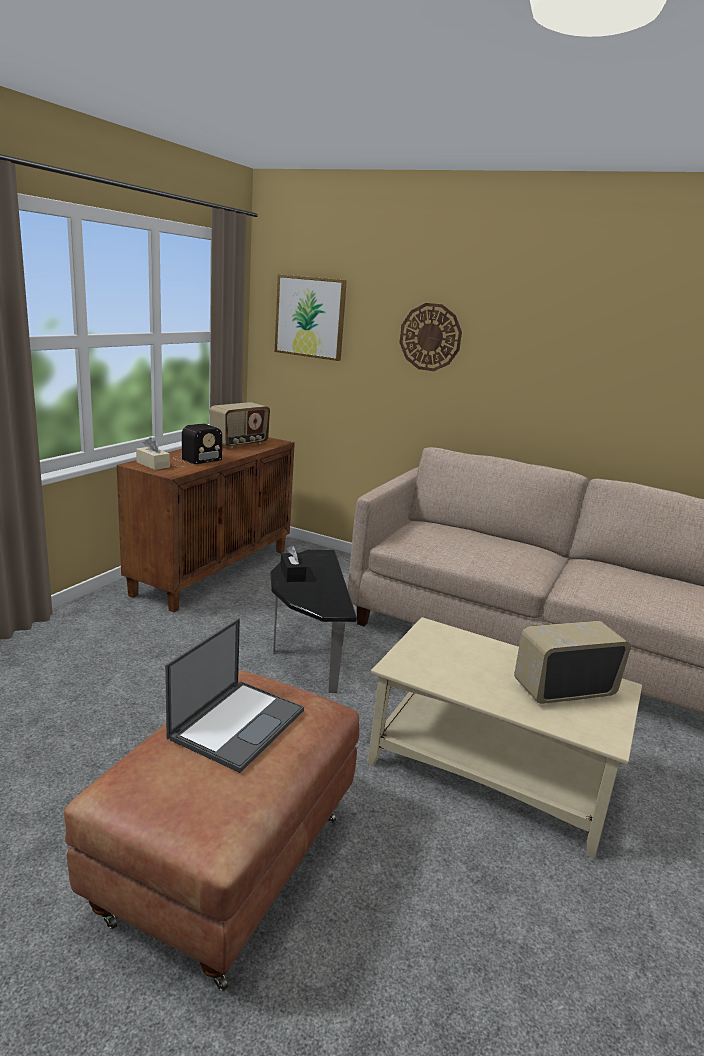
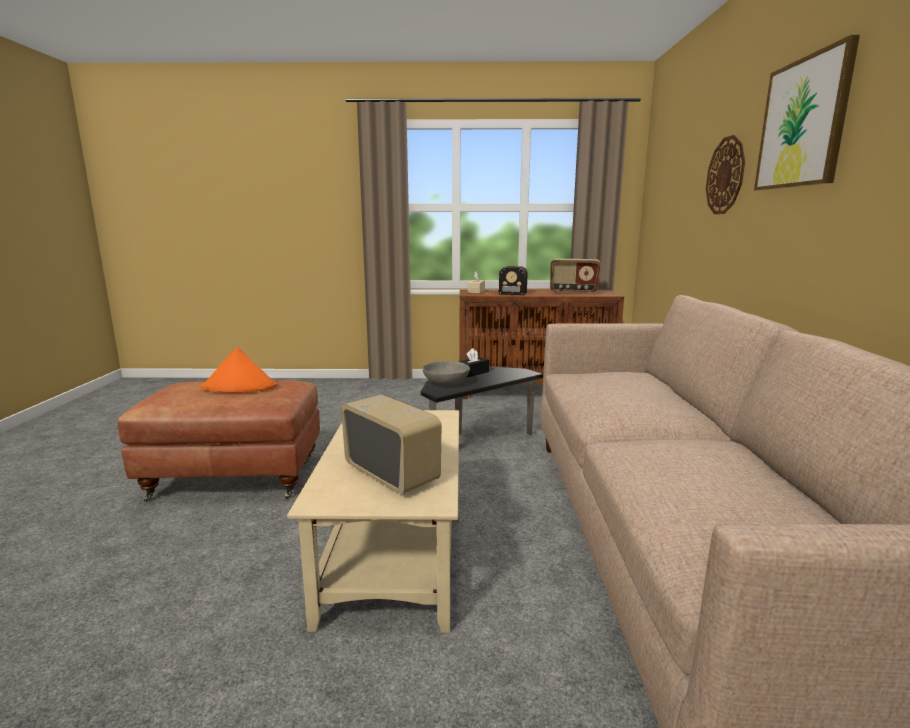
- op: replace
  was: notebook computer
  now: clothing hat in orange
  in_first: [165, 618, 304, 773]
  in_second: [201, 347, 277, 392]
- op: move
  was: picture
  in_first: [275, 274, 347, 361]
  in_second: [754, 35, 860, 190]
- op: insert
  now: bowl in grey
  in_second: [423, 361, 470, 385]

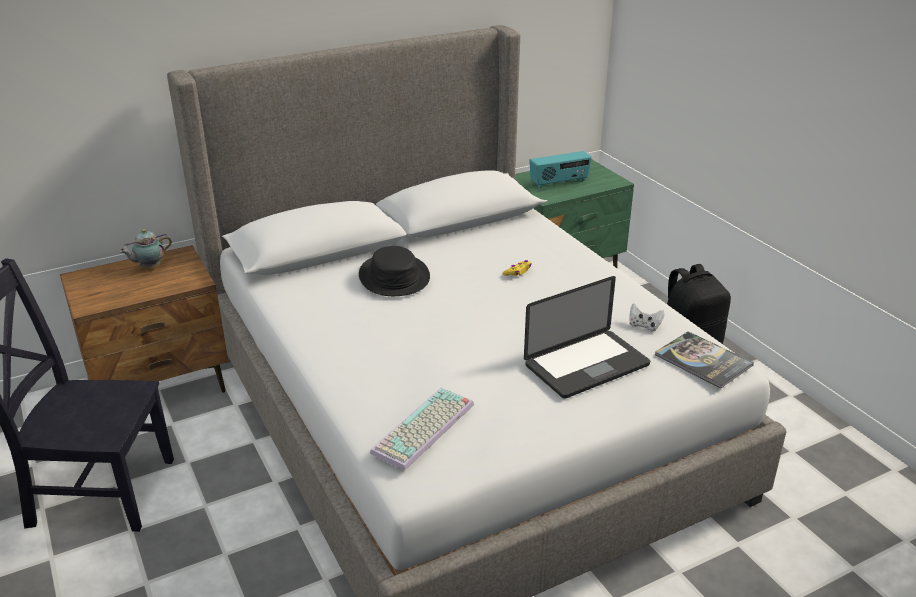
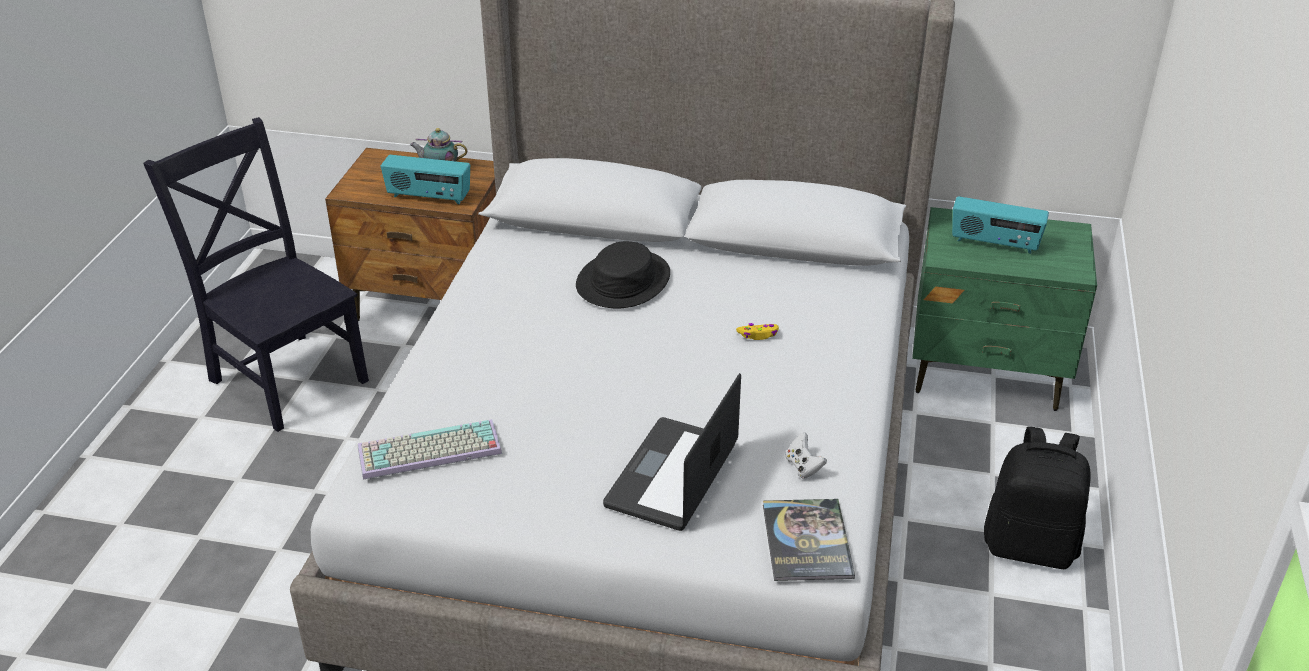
- op: rotate
  was: notebook computer
  in_first: [524, 276, 650, 399]
  in_second: [603, 373, 741, 531]
  clockwise: 105
- op: insert
  now: radio receiver
  in_second: [381, 155, 470, 204]

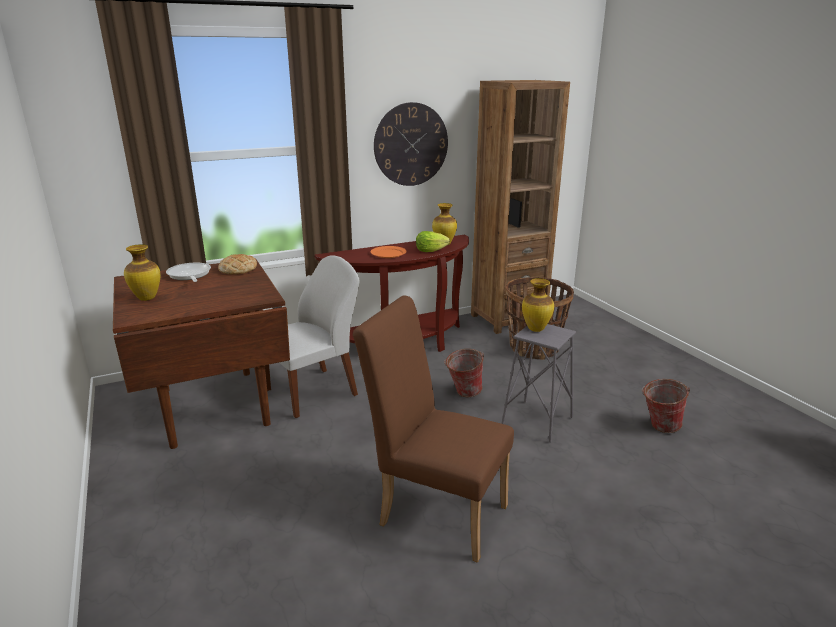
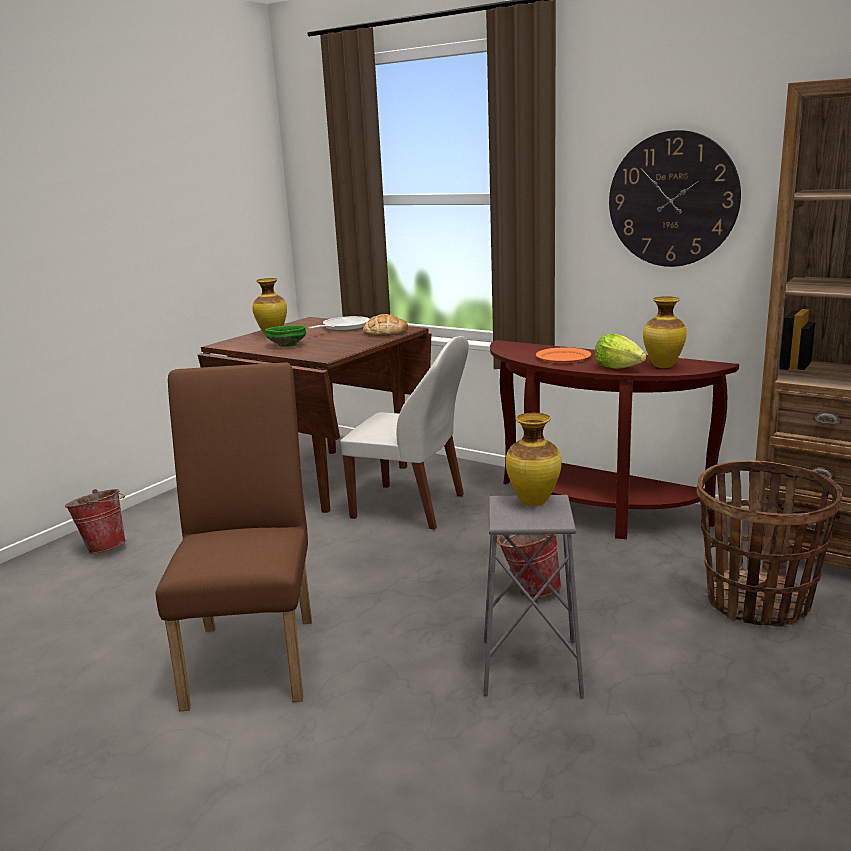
- op: move
  was: pail
  in_first: [642, 379, 690, 433]
  in_second: [65, 489, 126, 554]
- op: insert
  now: bowl in green-coloured
  in_second: [265, 325, 306, 347]

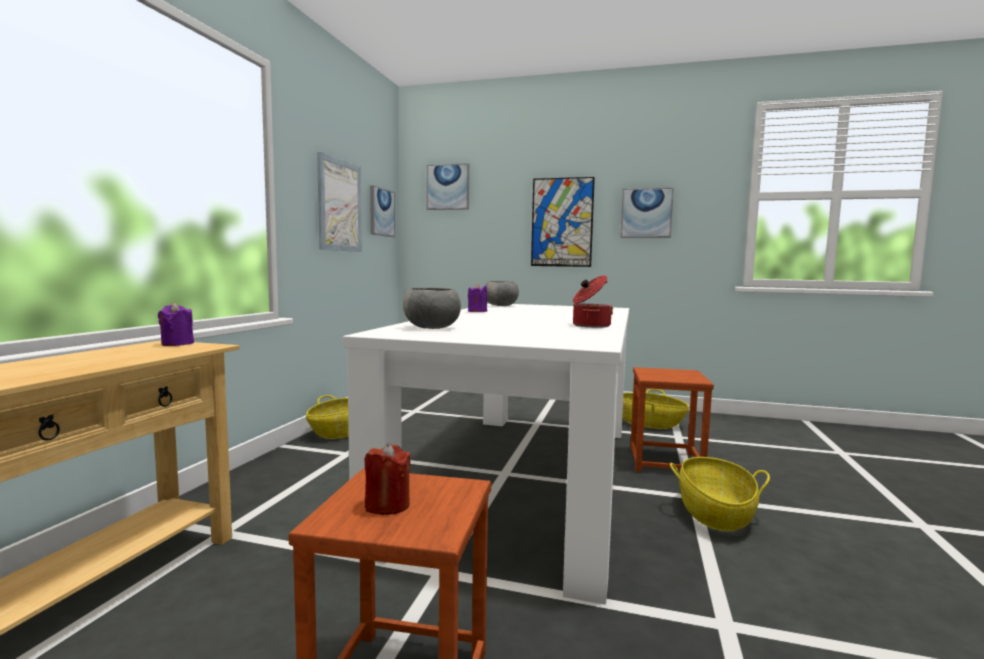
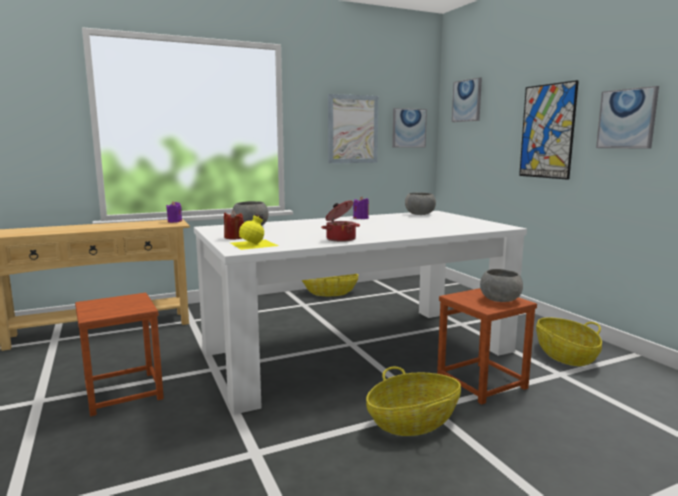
- op: move
  was: candle in red-coloured
  in_first: [364, 443, 411, 515]
  in_second: [224, 210, 244, 239]
- op: insert
  now: drink bottle in yellow
  in_second: [230, 214, 278, 250]
- op: insert
  now: bowl in grey
  in_second: [480, 269, 523, 302]

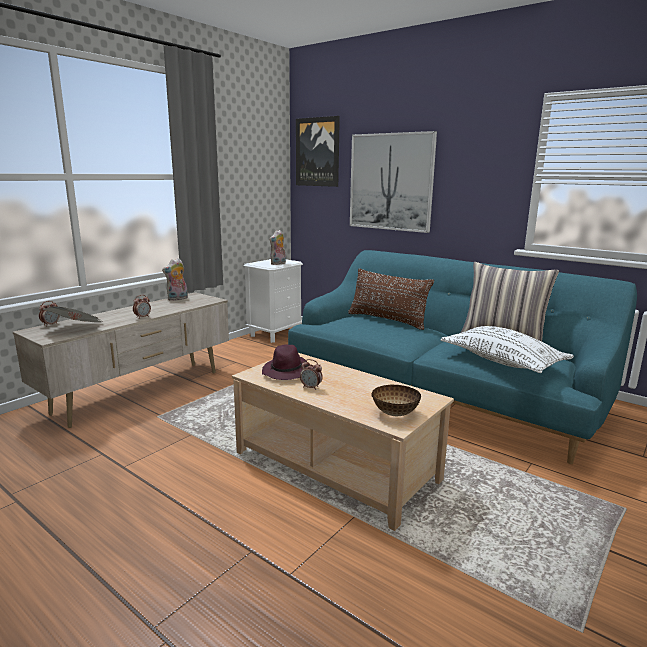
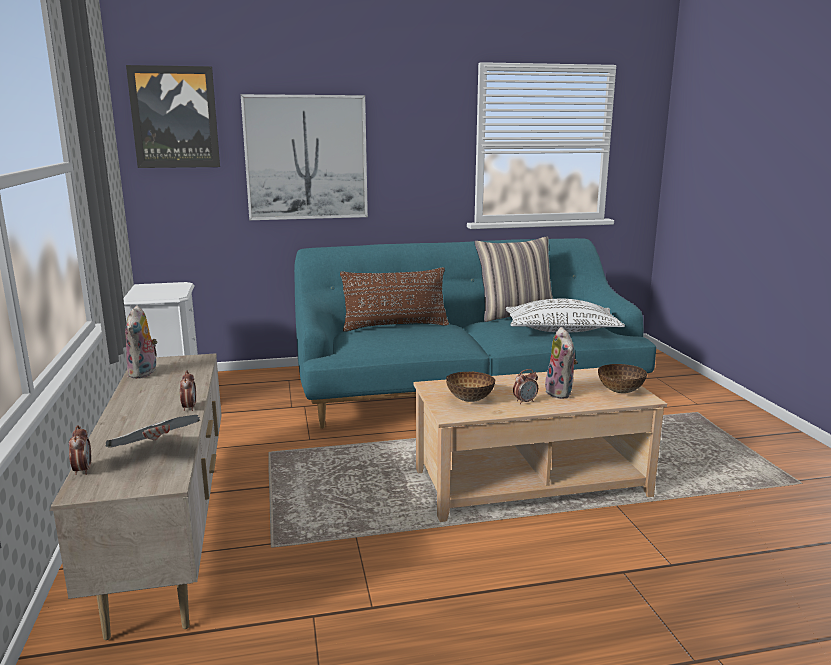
- op: replace
  was: clothing hat in purplish
  now: bowl
  in_first: [262, 344, 307, 380]
  in_second: [446, 372, 495, 402]
- op: move
  was: soft toy
  in_first: [269, 230, 286, 265]
  in_second: [545, 327, 577, 399]

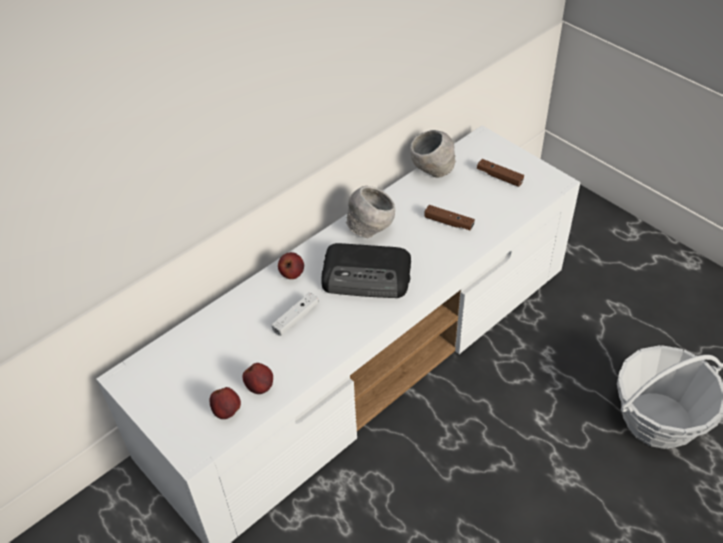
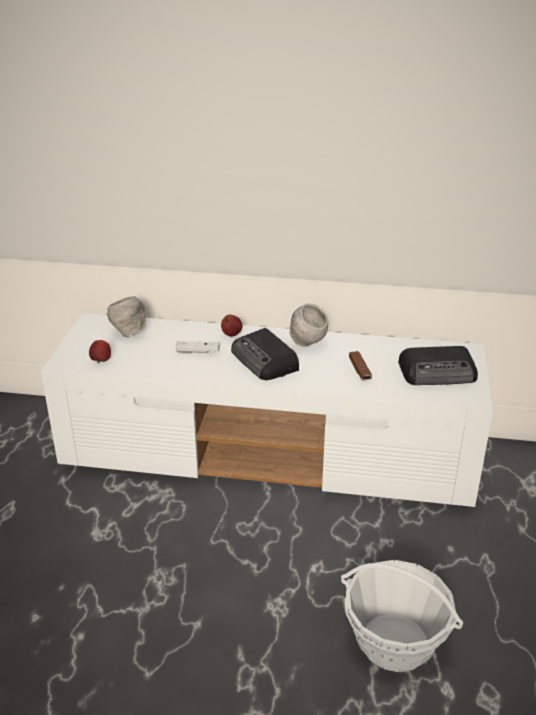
- op: delete
  was: apple
  in_first: [243, 363, 273, 394]
- op: move
  was: bowl in grey
  in_first: [410, 130, 456, 178]
  in_second: [107, 296, 146, 337]
- op: replace
  was: joypad in brownish
  now: radio receiver
  in_first: [477, 159, 524, 187]
  in_second: [398, 346, 478, 385]

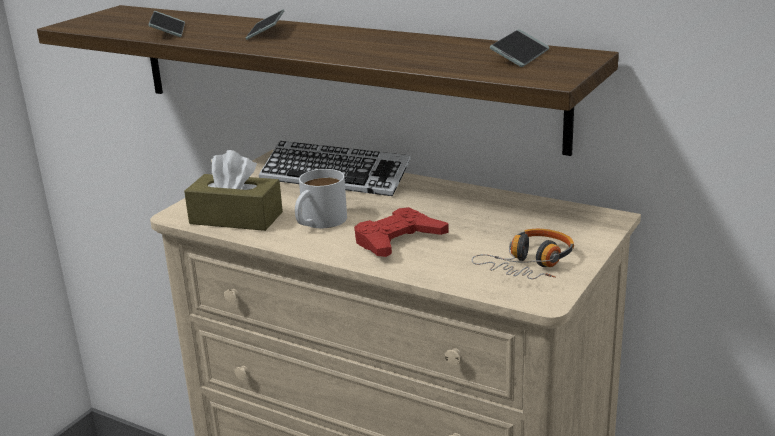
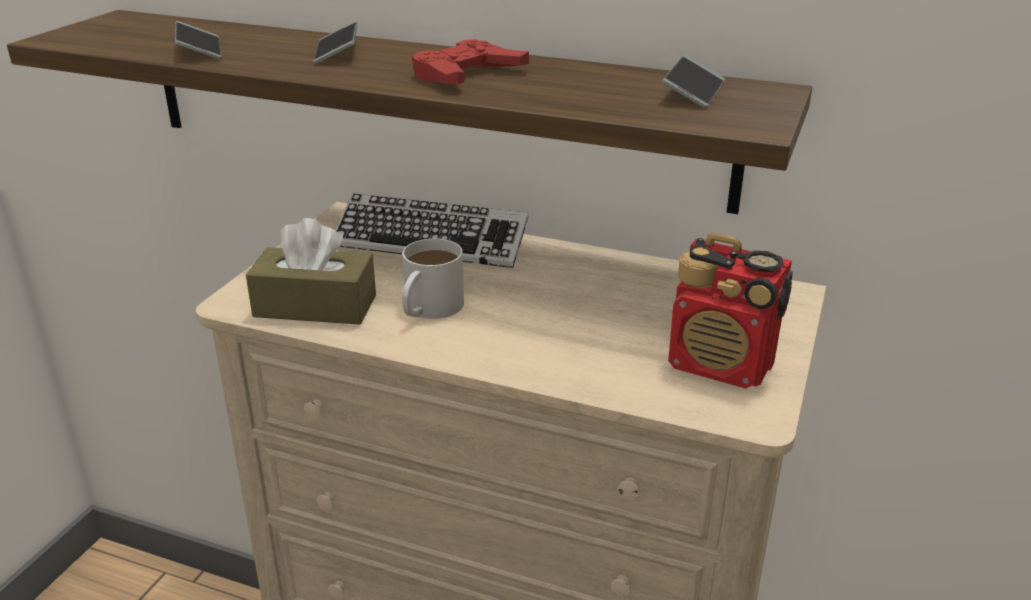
- op: move
  was: joypad in red-coloured
  in_first: [354, 207, 449, 257]
  in_second: [412, 39, 529, 85]
- op: replace
  was: headset
  now: radio receiver
  in_first: [472, 229, 574, 279]
  in_second: [668, 233, 793, 389]

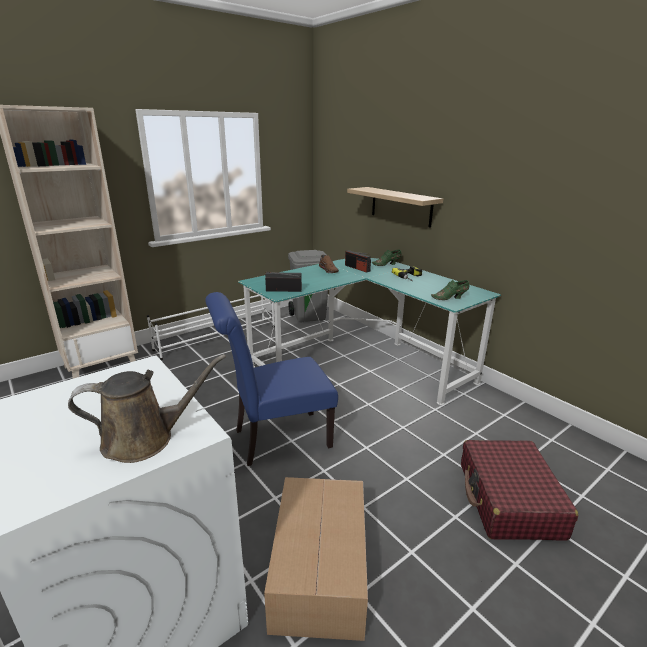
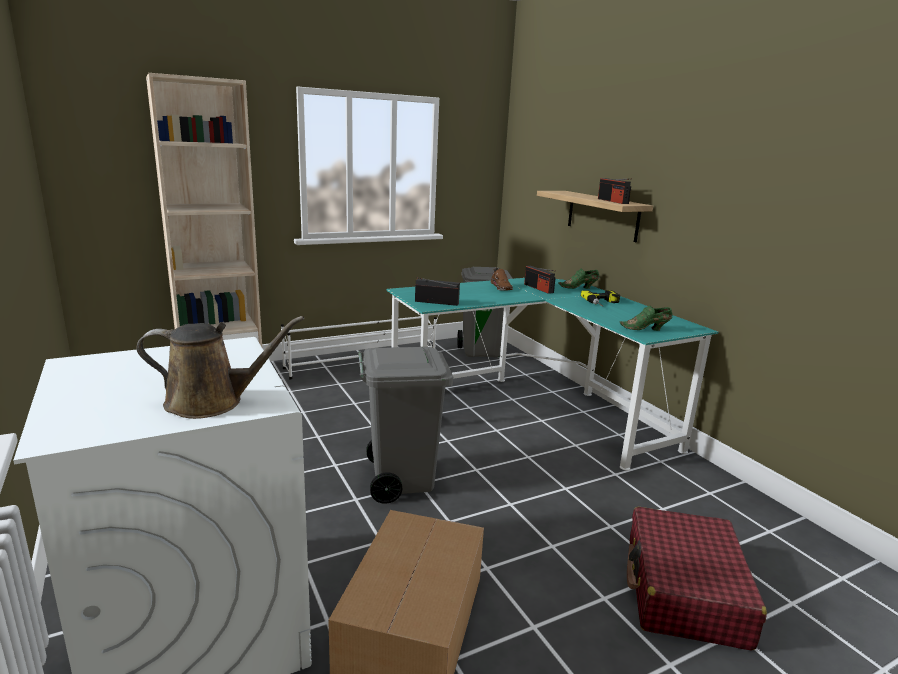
- op: replace
  was: upright chair in blue-coloured
  now: waste bin in grey
  in_first: [205, 292, 338, 466]
  in_second: [358, 347, 453, 504]
- op: insert
  now: radio receiver
  in_second: [598, 178, 632, 204]

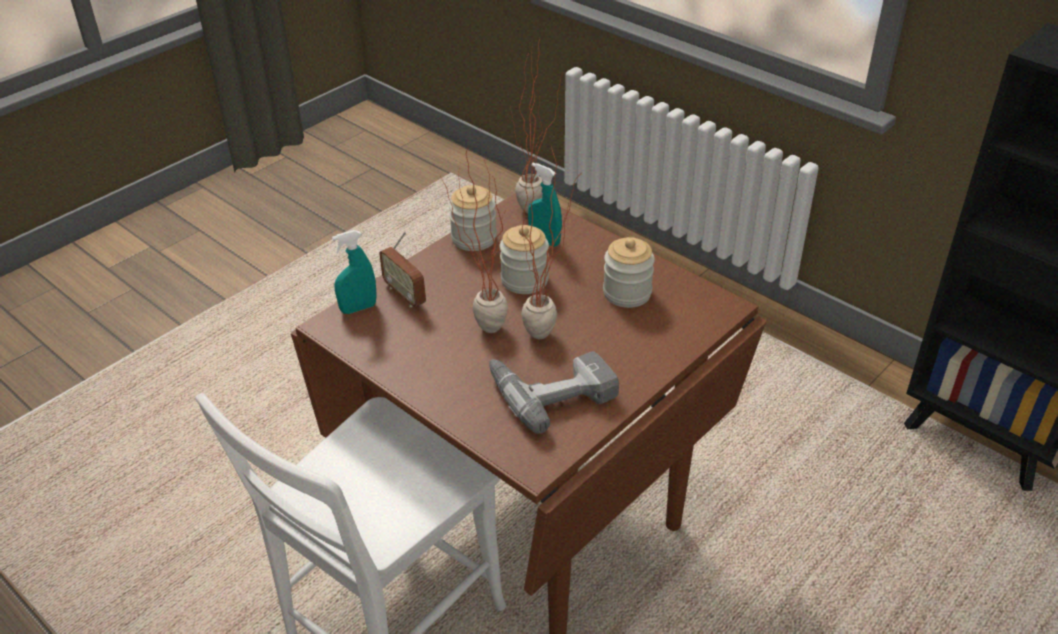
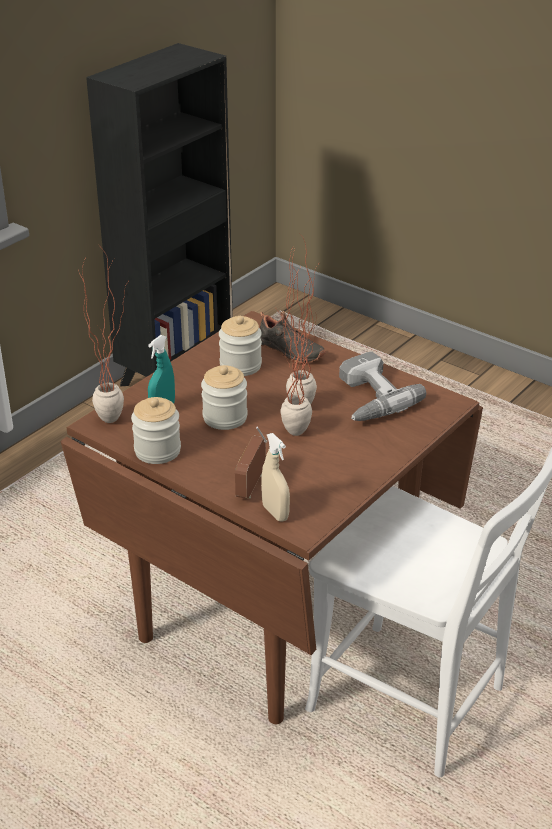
- op: recolor
  was: sprayer in turquoise-coloured
  now: sprayer in sand-coloured
  in_first: [331, 230, 377, 314]
  in_second: [261, 433, 290, 522]
- op: rotate
  was: radio receiver
  in_first: [379, 232, 426, 307]
  in_second: [235, 427, 267, 499]
  clockwise: 150
- op: insert
  now: shoe in black
  in_second: [260, 311, 326, 363]

